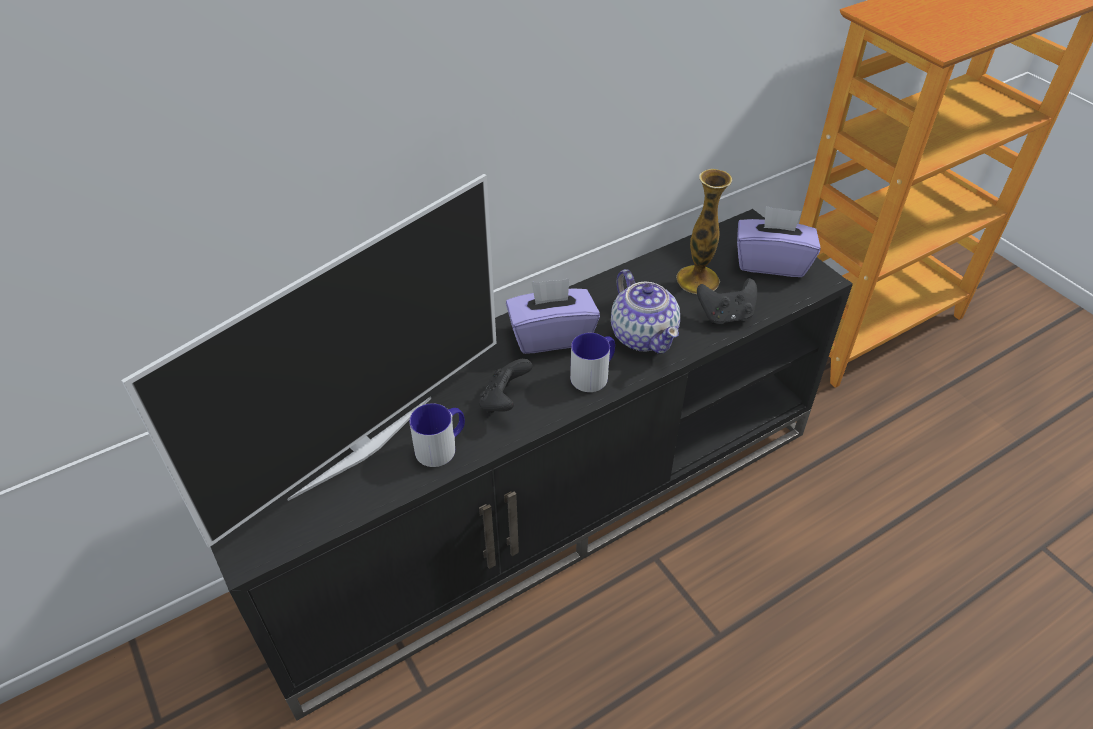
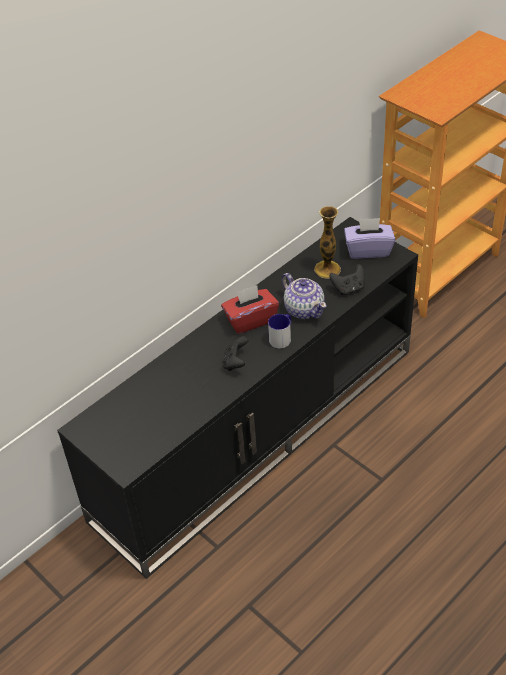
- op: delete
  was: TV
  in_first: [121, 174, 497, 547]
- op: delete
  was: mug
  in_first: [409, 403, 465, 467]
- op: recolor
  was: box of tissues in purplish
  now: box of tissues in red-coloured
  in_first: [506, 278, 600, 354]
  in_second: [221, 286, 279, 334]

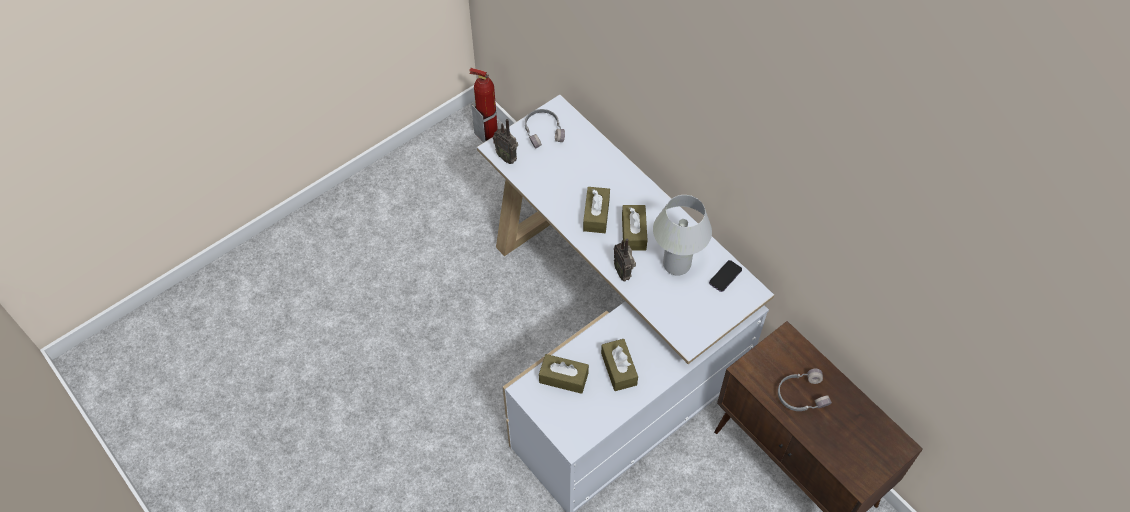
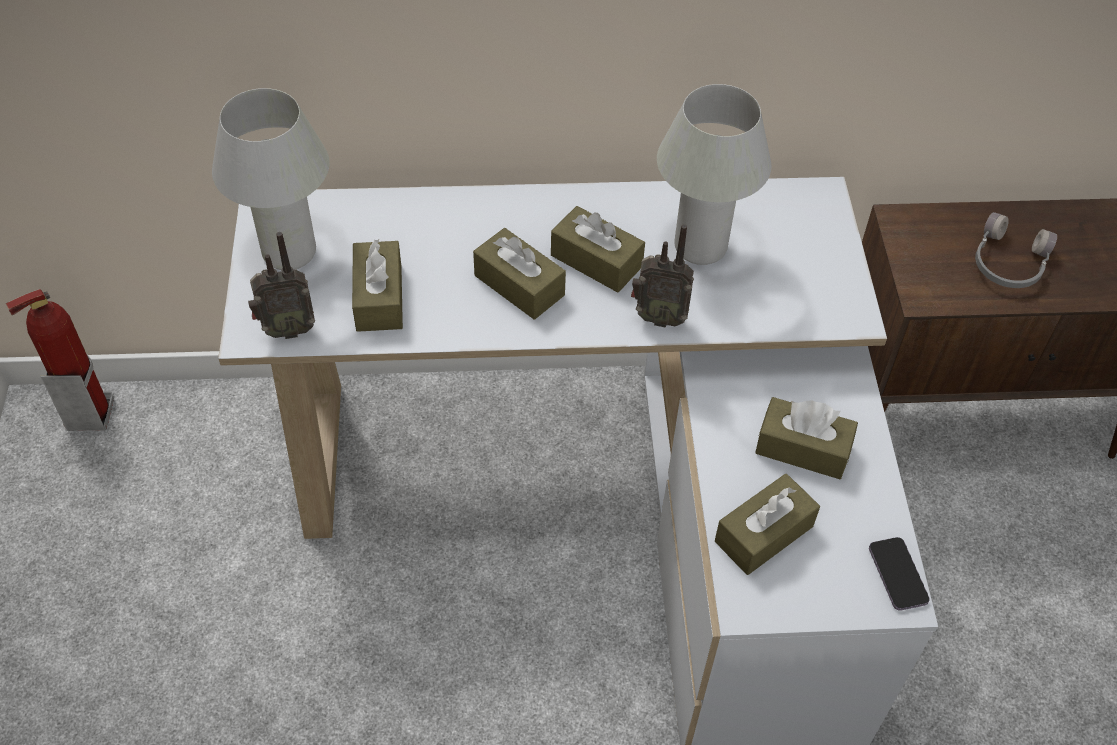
- op: replace
  was: headset in grey
  now: table lamp in white-coloured
  in_first: [525, 109, 565, 149]
  in_second: [212, 88, 329, 270]
- op: move
  was: phone
  in_first: [709, 260, 742, 292]
  in_second: [869, 537, 930, 611]
- op: insert
  now: box of tissues in brownish
  in_second: [352, 239, 403, 332]

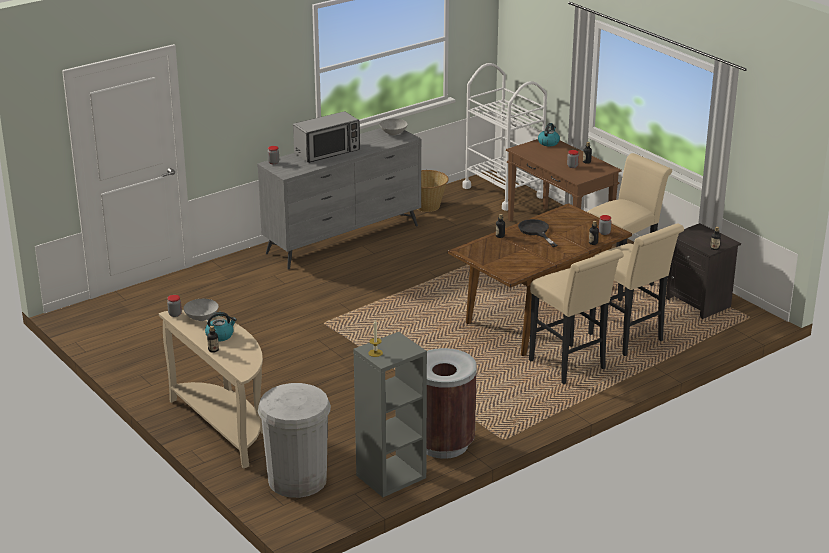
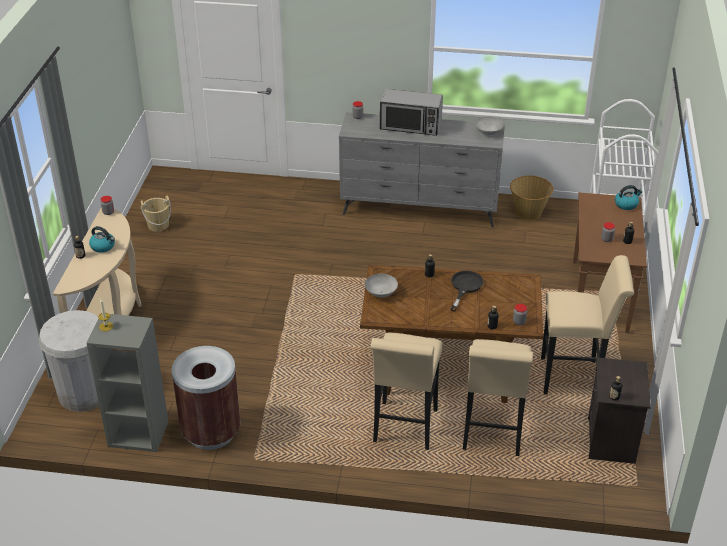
- op: move
  was: bowl in grey
  in_first: [183, 299, 219, 321]
  in_second: [365, 274, 398, 297]
- op: insert
  now: pail in sand-coloured
  in_second: [141, 196, 171, 232]

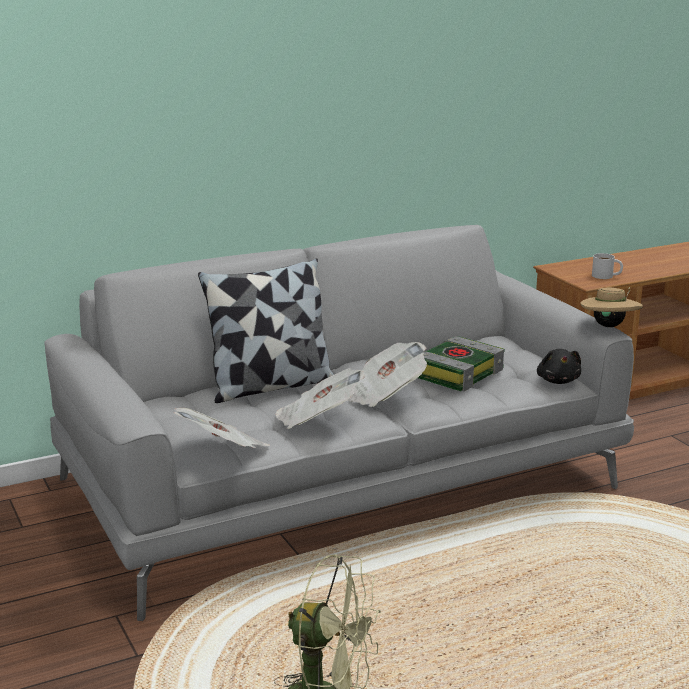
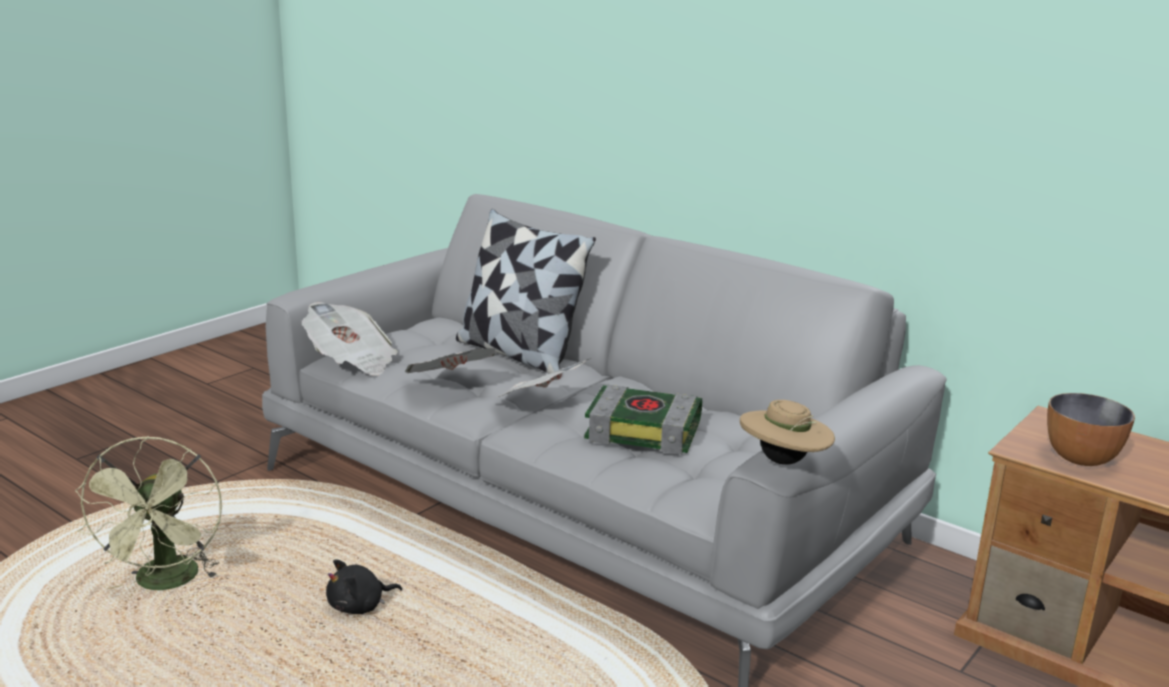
- op: move
  was: soft toy in black
  in_first: [537, 349, 581, 384]
  in_second: [326, 559, 402, 614]
- op: replace
  was: mug in white-coloured
  now: bowl
  in_first: [592, 253, 623, 279]
  in_second: [1047, 393, 1135, 466]

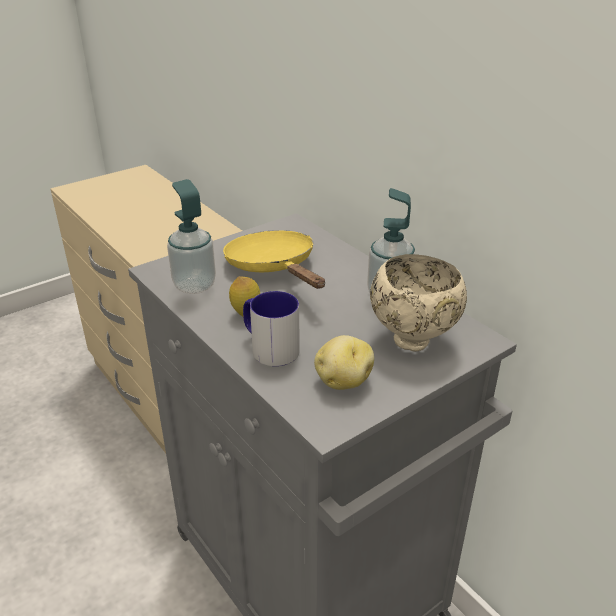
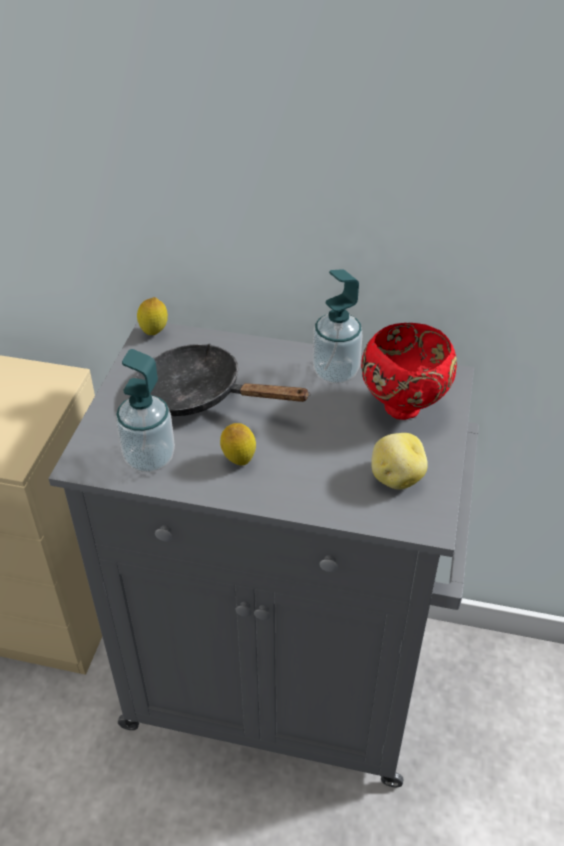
- op: recolor
  was: skillet in yellow
  now: skillet in black
  in_first: [223, 230, 325, 289]
  in_second: [135, 343, 311, 416]
- op: delete
  was: mug
  in_first: [243, 291, 300, 366]
- op: recolor
  was: bowl in sand-coloured
  now: bowl in red-coloured
  in_first: [370, 254, 467, 351]
  in_second: [361, 323, 457, 420]
- op: insert
  now: citrus fruit
  in_second: [137, 297, 168, 335]

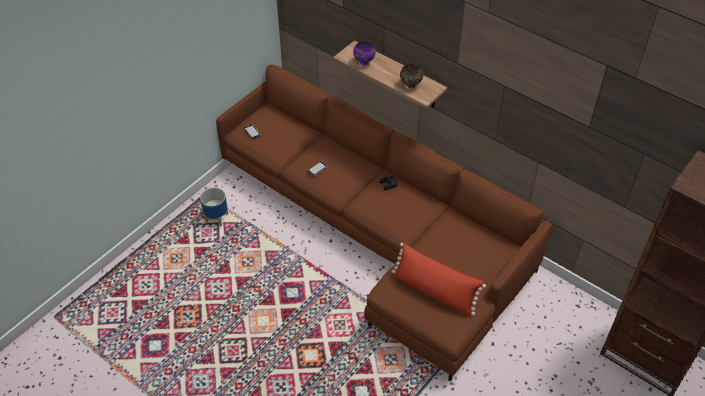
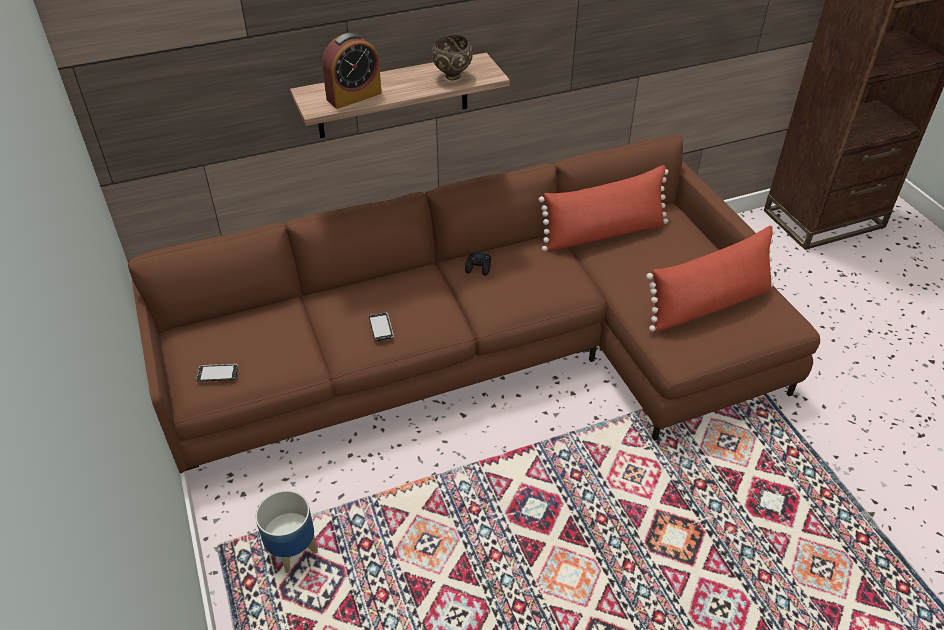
- op: replace
  was: bowl in purplish
  now: alarm clock
  in_first: [353, 42, 376, 65]
  in_second: [322, 33, 382, 109]
- op: insert
  now: cushion in red-coloured
  in_second: [538, 165, 668, 252]

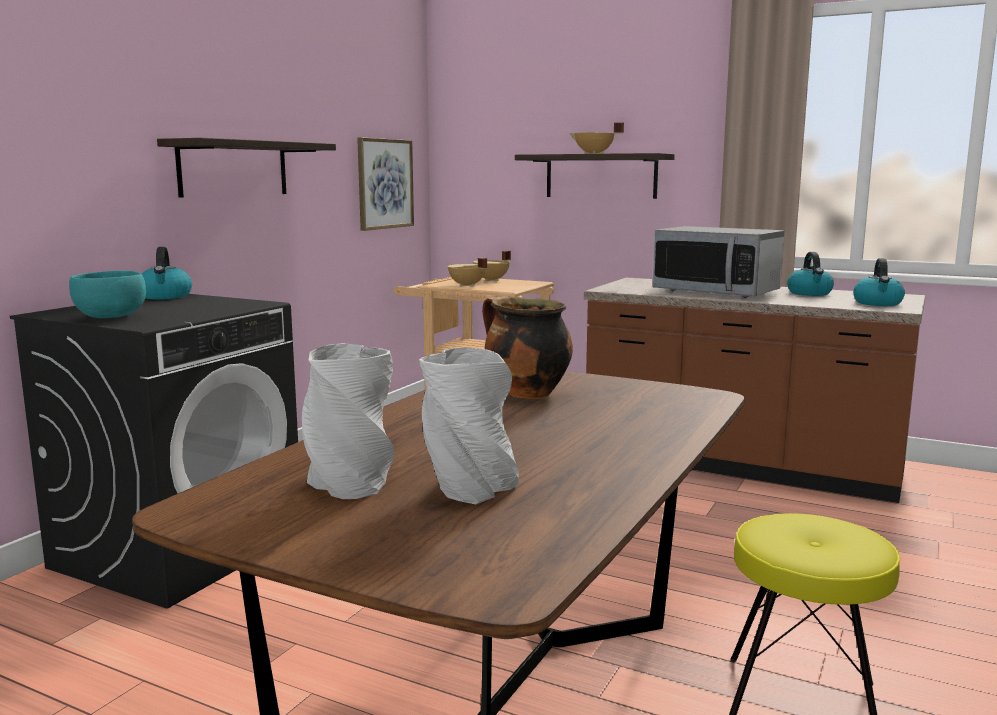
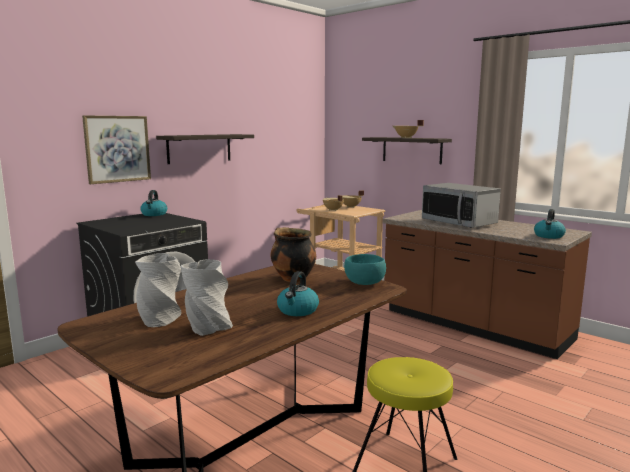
- op: move
  was: bowl in turquoise-coloured
  in_first: [69, 271, 146, 318]
  in_second: [344, 254, 386, 285]
- op: move
  was: picture
  in_first: [357, 137, 414, 231]
  in_second: [82, 116, 151, 184]
- op: move
  was: kettle
  in_first: [787, 252, 834, 296]
  in_second: [277, 271, 319, 316]

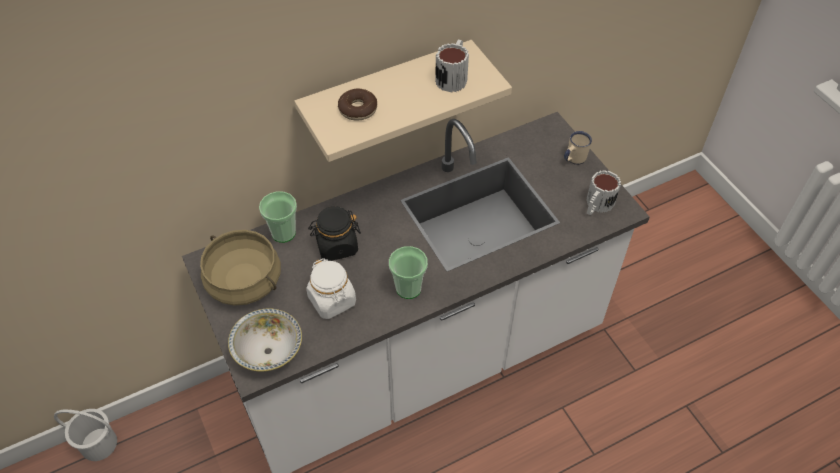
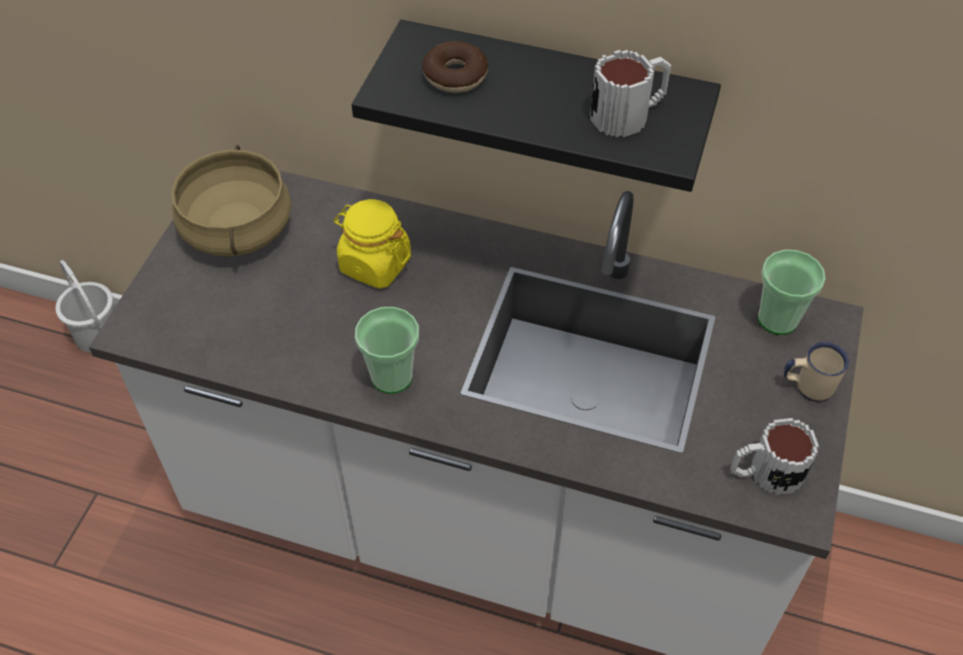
- op: delete
  was: bowl
  in_first: [228, 308, 302, 372]
- op: move
  was: small cup
  in_first: [259, 191, 297, 243]
  in_second: [758, 250, 826, 335]
- op: recolor
  was: shelf in sand-coloured
  now: shelf in black
  in_first: [294, 40, 512, 162]
  in_second: [352, 20, 721, 192]
- op: delete
  was: storage jar in white-coloured
  in_first: [306, 258, 356, 319]
- op: recolor
  was: storage jar in black
  now: storage jar in yellow
  in_first: [308, 206, 361, 261]
  in_second: [334, 199, 411, 289]

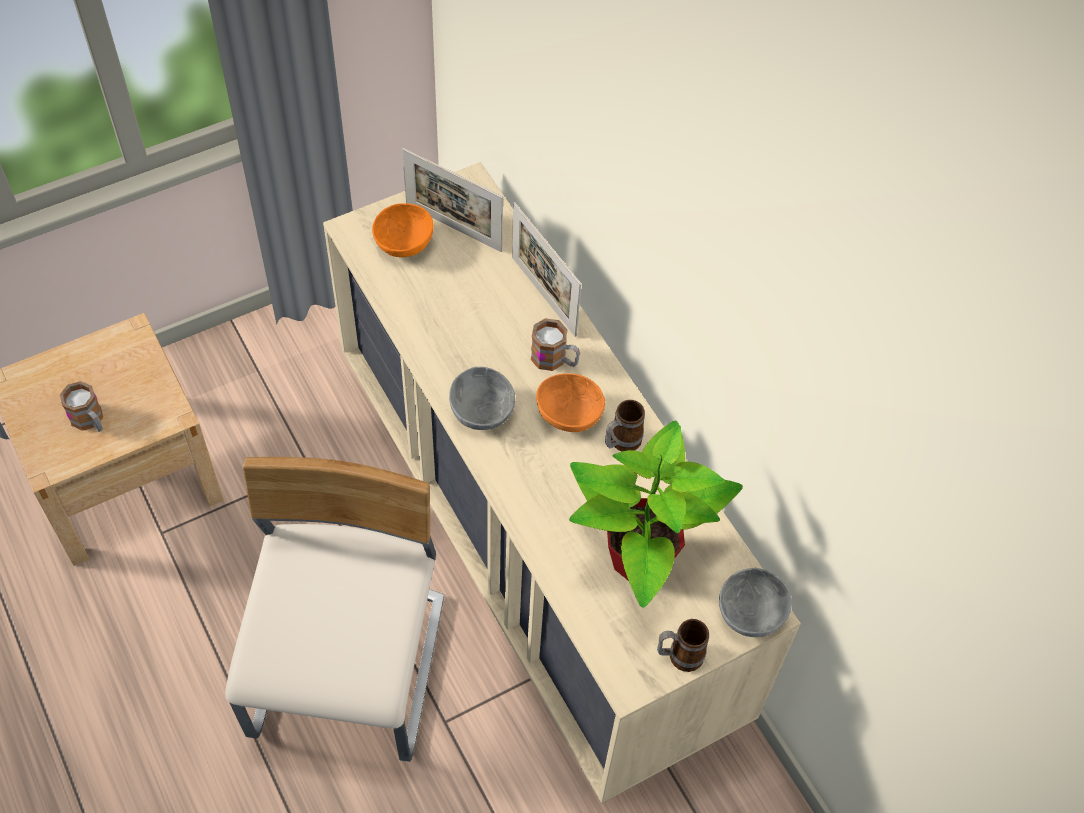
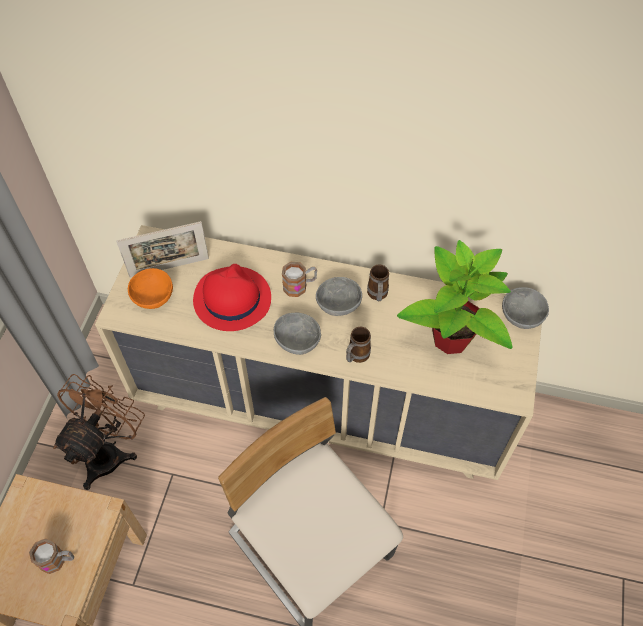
- op: delete
  was: standing frame
  in_first: [512, 202, 582, 337]
- op: recolor
  was: bowl in orange
  now: bowl in grey
  in_first: [536, 373, 605, 432]
  in_second: [316, 277, 362, 316]
- op: move
  was: mug
  in_first: [657, 619, 709, 672]
  in_second: [346, 327, 371, 363]
- op: insert
  now: fan in brownish
  in_second: [53, 374, 145, 490]
- op: insert
  now: clothing hat in red-coloured
  in_second: [193, 264, 271, 331]

